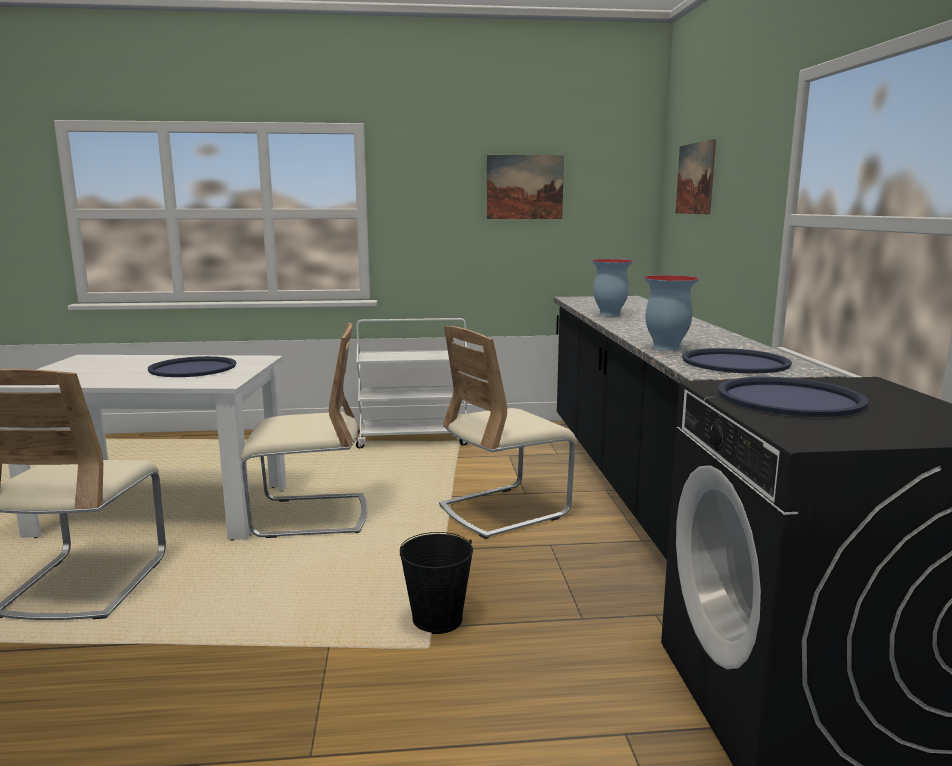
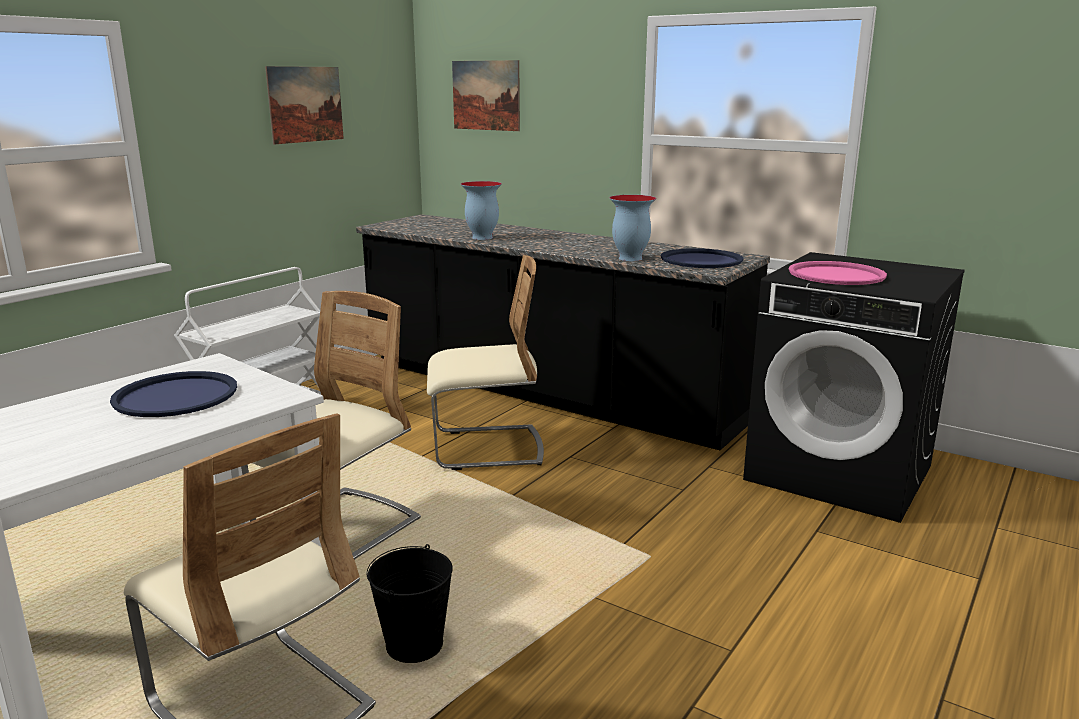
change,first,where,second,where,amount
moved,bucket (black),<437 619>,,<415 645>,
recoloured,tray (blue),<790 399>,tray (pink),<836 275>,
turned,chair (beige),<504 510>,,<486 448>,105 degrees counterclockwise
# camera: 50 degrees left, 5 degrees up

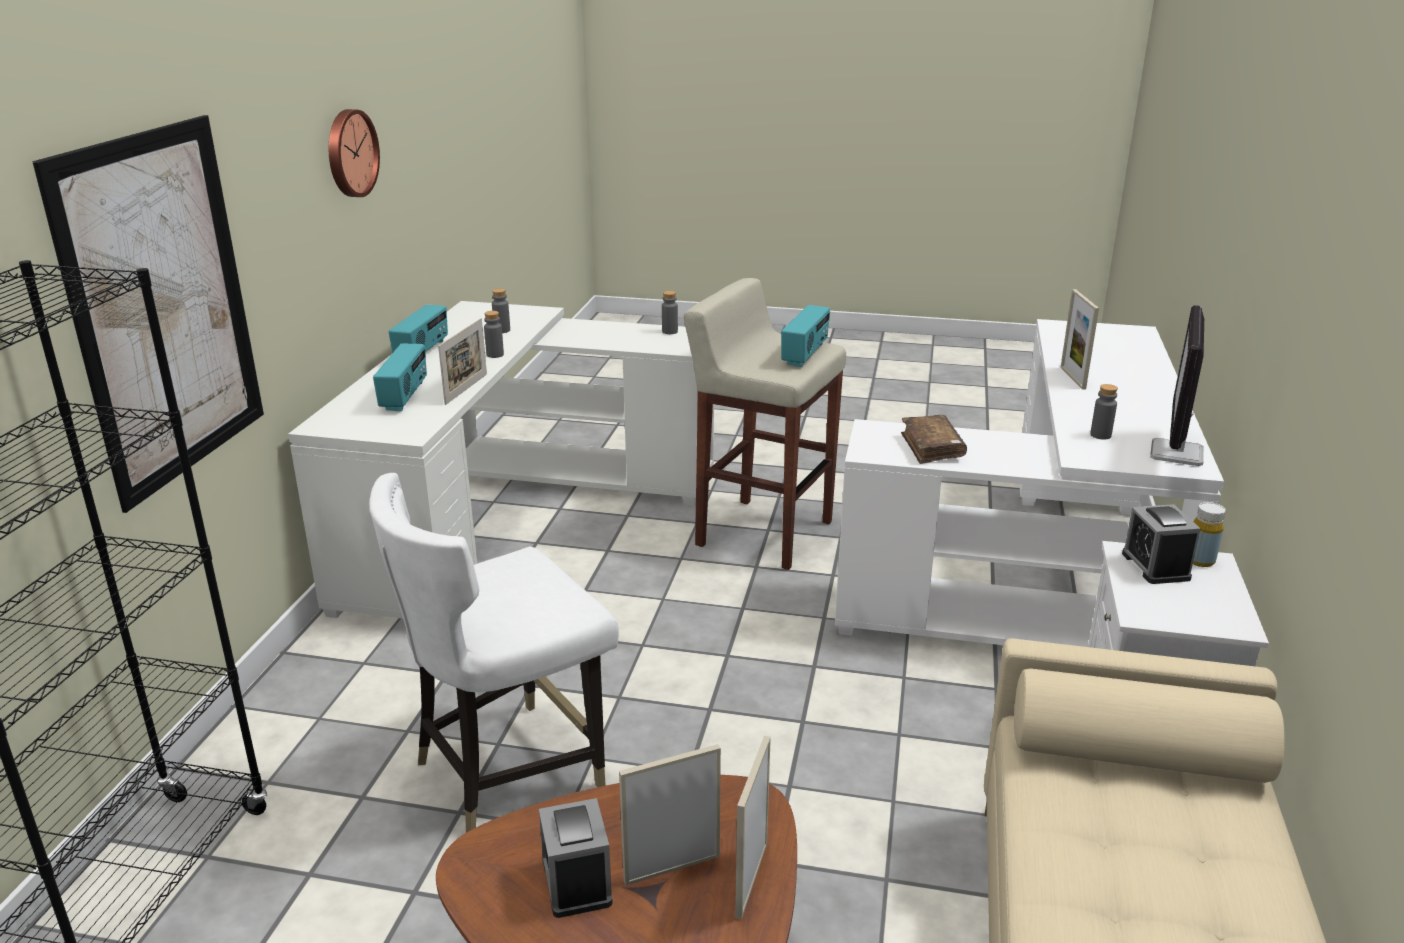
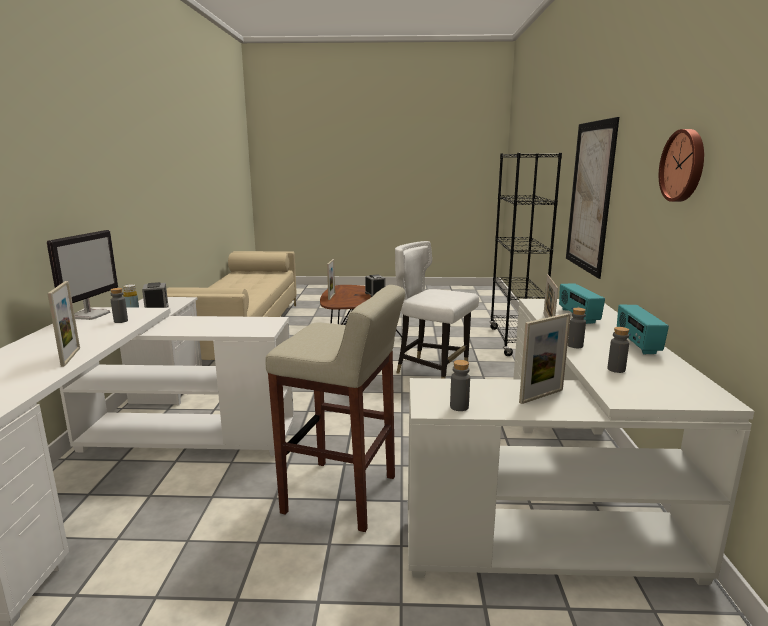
change,first,where,second,where,amount
removed,radio,<805 354>,,,
removed,book (brown),<932 447>,,,
moved,picture frame,<672 868>,,<541 396>,
turned,chair (white),<508 768>,,<432 370>,105 degrees counterclockwise
# camera: 170 degrees right, 10 degrees down

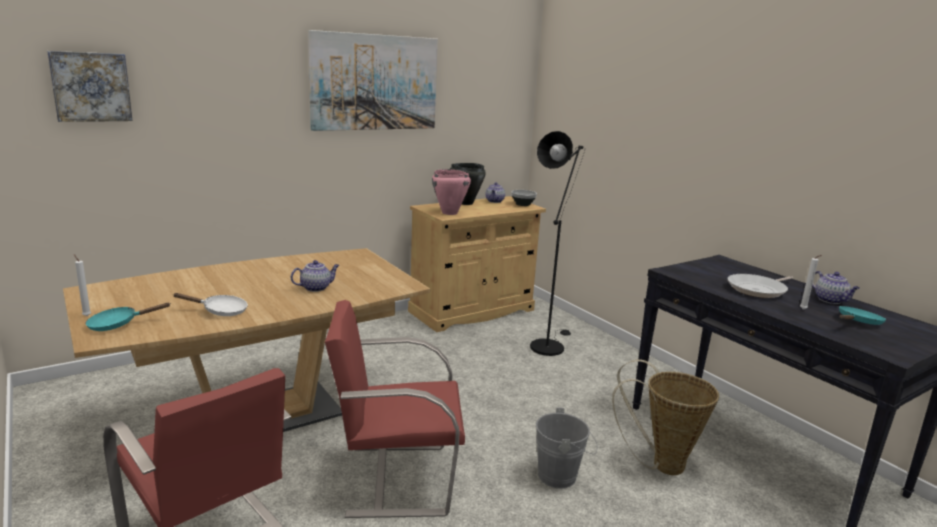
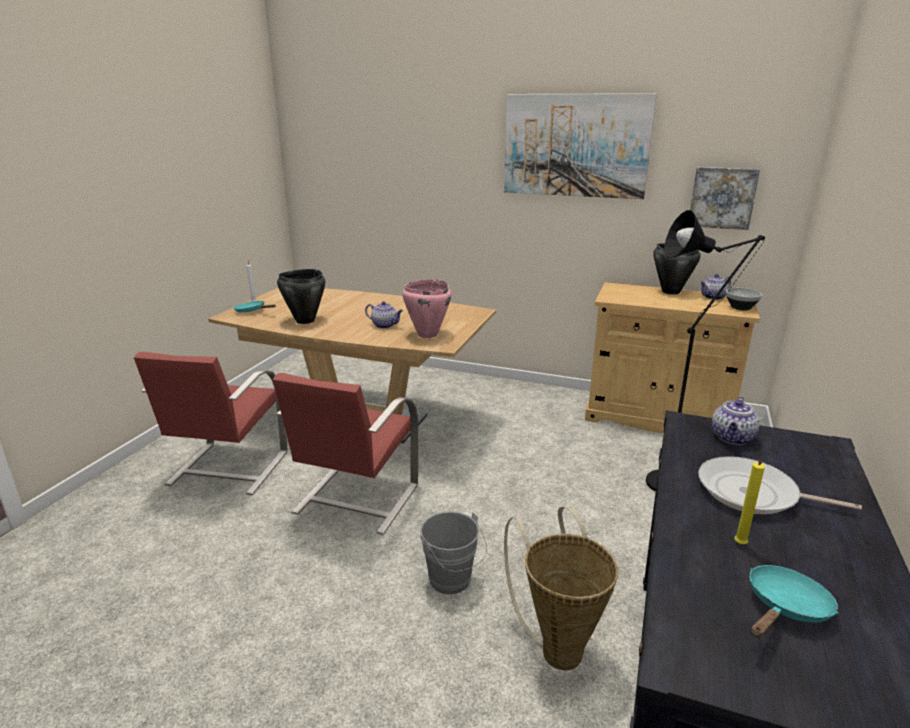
change,first,where,second,where,amount
moved,picture,<91 87>,,<722 197>,
moved,cooking pot (pink),<449 213>,,<427 335>,
moved,teapot,<831 300>,,<732 438>,
replaced,frying pan (white),<220 311>,cooking pot (black),<304 321>,
recoloured,candle (white),<803 310>,candle (yellow),<739 545>,
turned,chair (red),<395 478>,,<355 500>,120 degrees counterclockwise
turned,frying pan (turquoise),<857 322>,,<785 608>,60 degrees counterclockwise
# camera: 55 degrees right, 5 degrees up

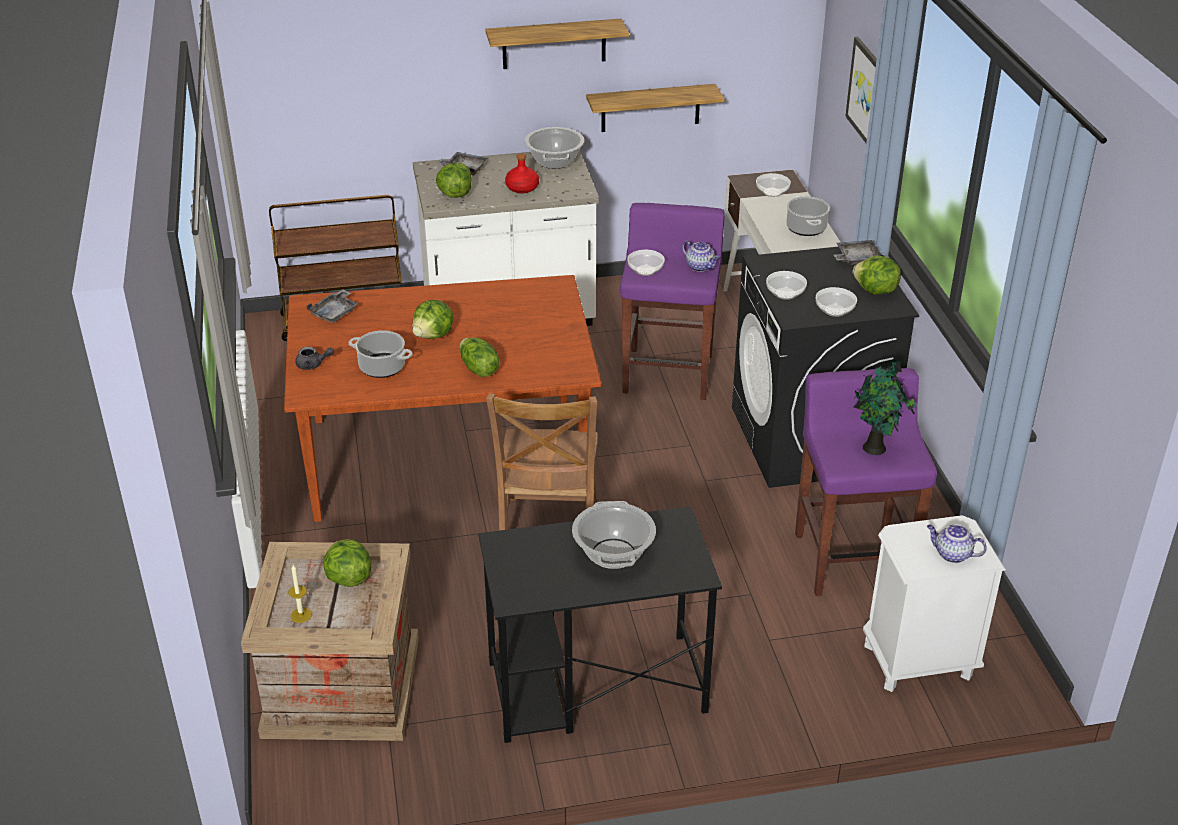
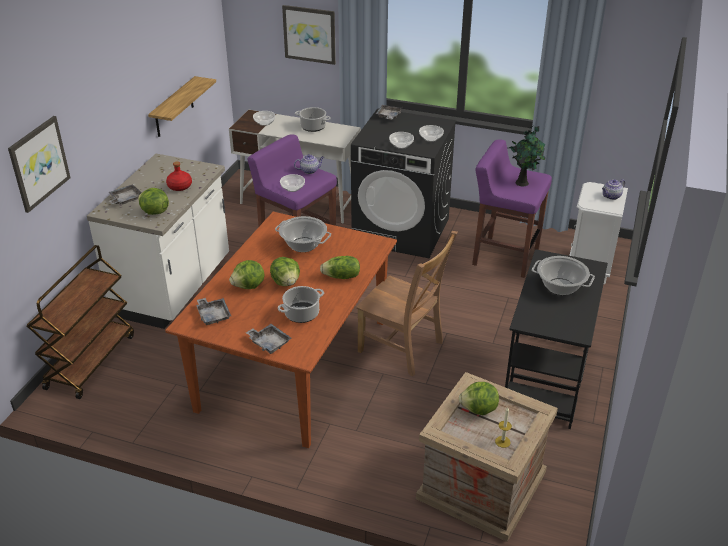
change,first,where,second,where,amount
removed,shelf,<554 44>,,,
added,,,picture,<38 163>,
moved,cooking pot,<554 161>,,<303 245>,
moved,lettuce,<875 291>,,<249 286>,
replaced,teapot (grey),<313 365>,tray (grey),<269 343>,
# camera: 60 degrees left, 0 degrees up

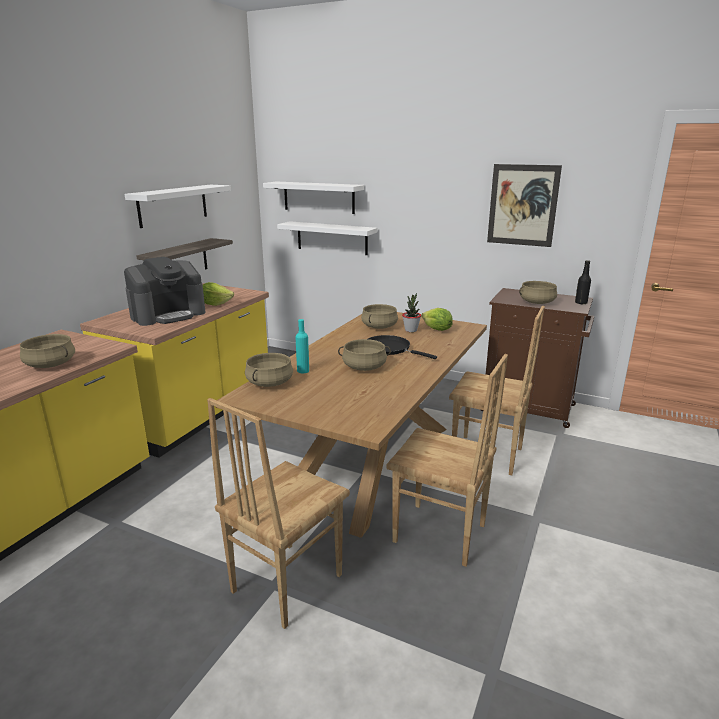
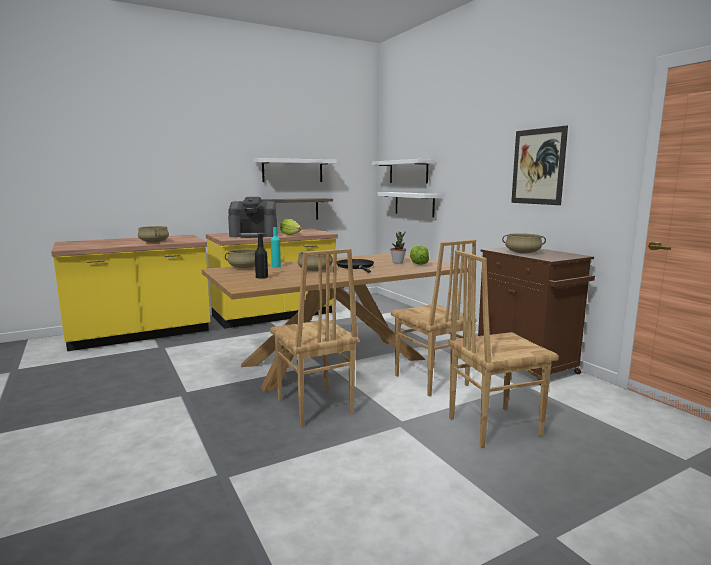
change,first,where,second,where,amount
removed,cooking pot (beige),<379 327>,,,
moved,chair (brown),<285 583>,,<492 426>,
moved,bottle (black),<581 303>,,<261 277>,
# camera: 35 degrees right, 10 degrees down

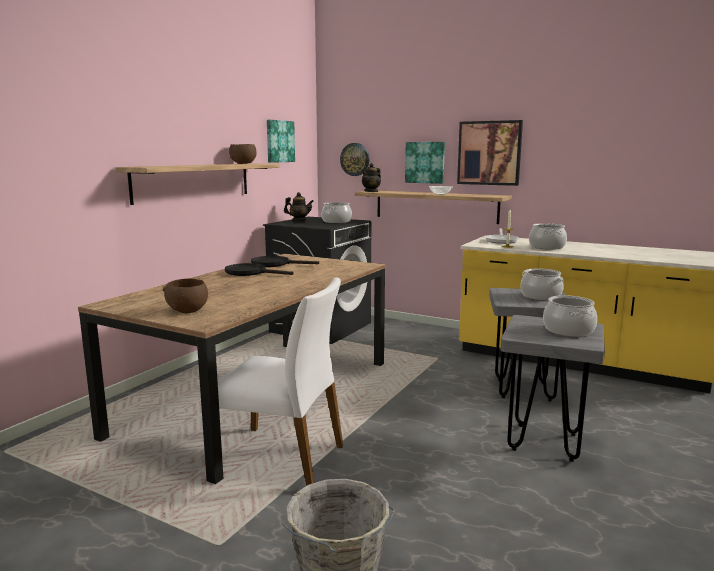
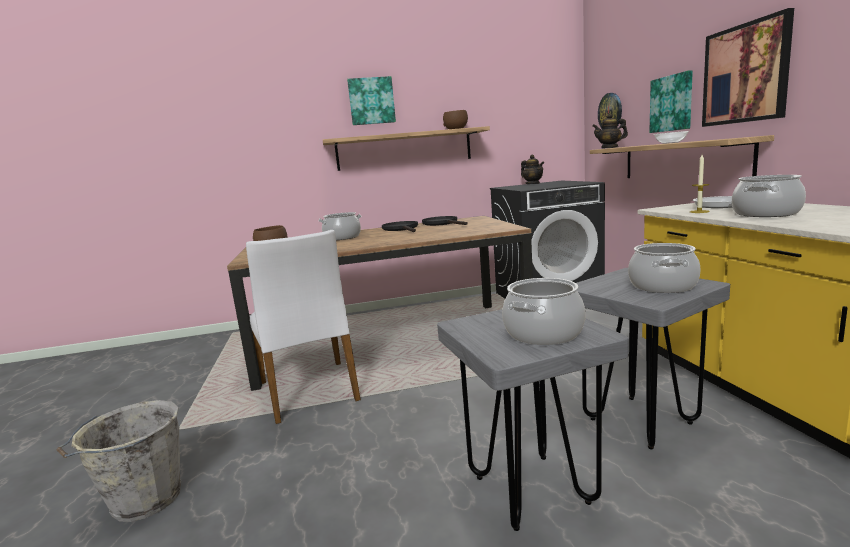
change,first,where,second,where,amount
moved,picture,<279 141>,,<371 101>,
moved,cooking pot,<336 222>,,<342 237>,
# camera: 50 degrees right, 0 degrees up

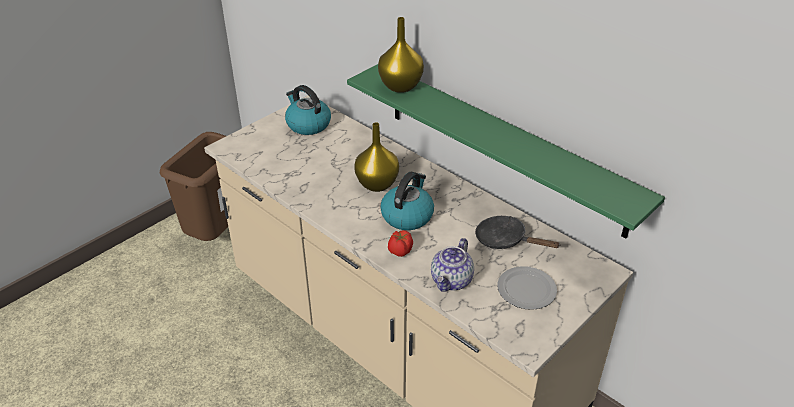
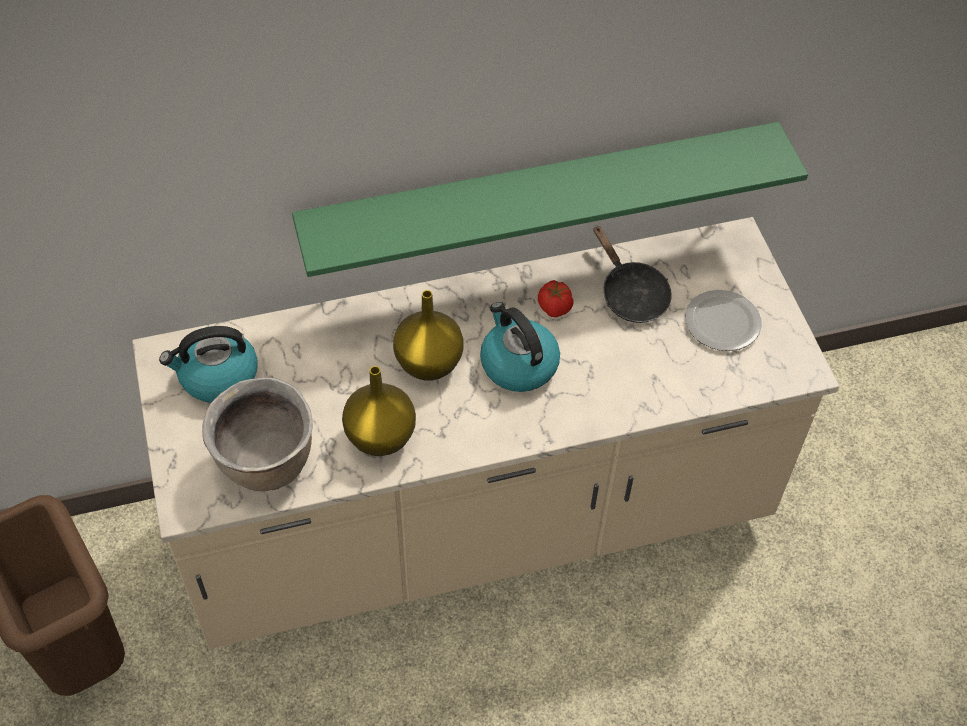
change,first,where,second,where,amount
removed,teapot,<452 281>,,,
added,,,cooking pot (brown),<267 464>,
moved,vase (yellow),<401 87>,,<382 438>,
moved,tomato,<400 251>,,<554 308>,
turned,frying pan (black),<505 240>,,<630 294>,90 degrees counterclockwise
# camera: 60 degrees left, 15 degrees up

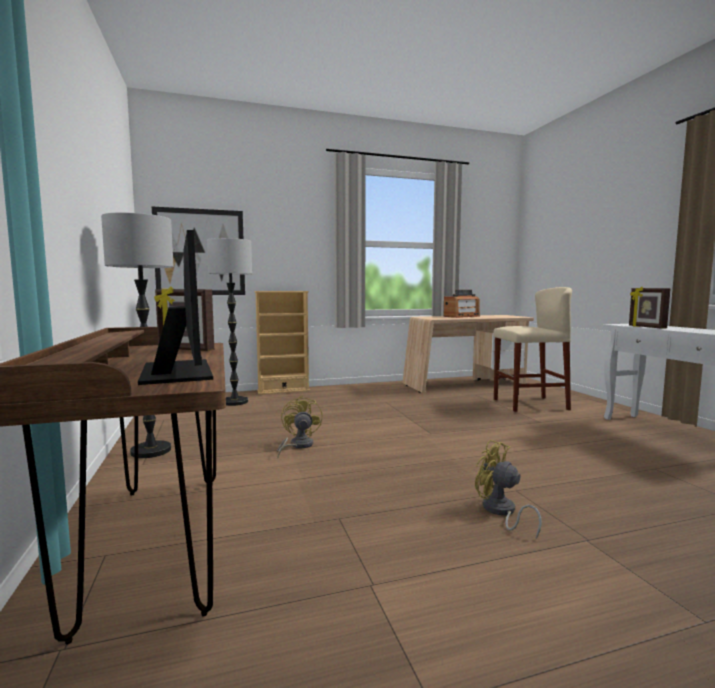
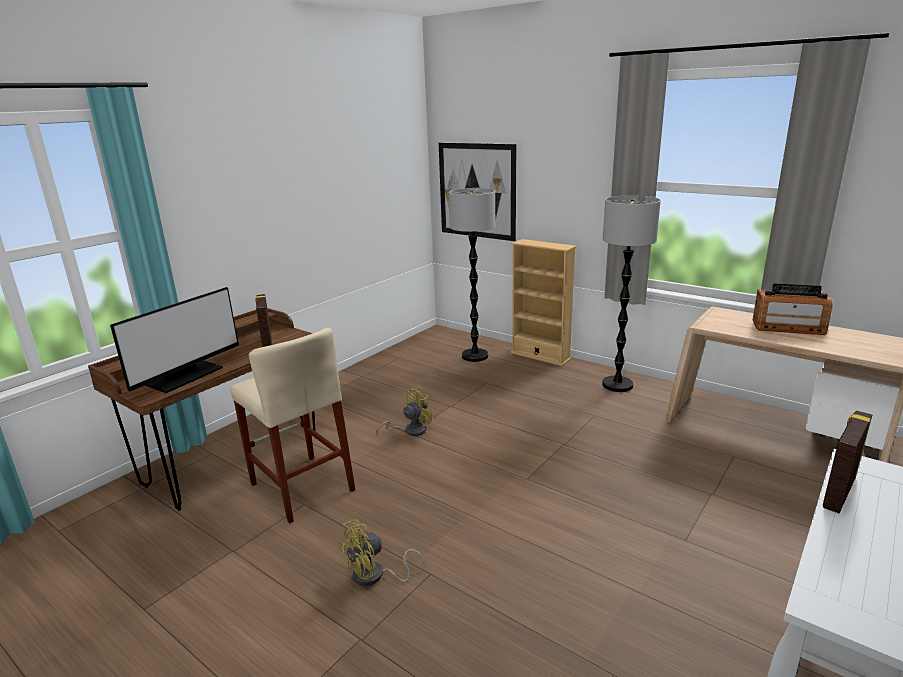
change,first,where,second,where,amount
moved,floor lamp,<151 451>,,<617 385>,
moved,stool (beige),<530 404>,,<302 487>,
turned,fan (yellow),<500 512>,,<375 576>,135 degrees counterclockwise
# camera: 55 degrees right, 15 degrees up

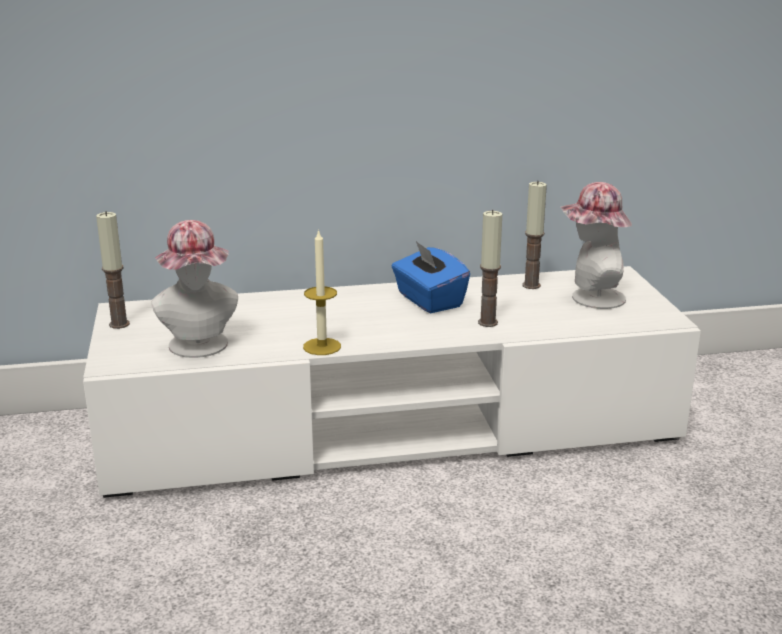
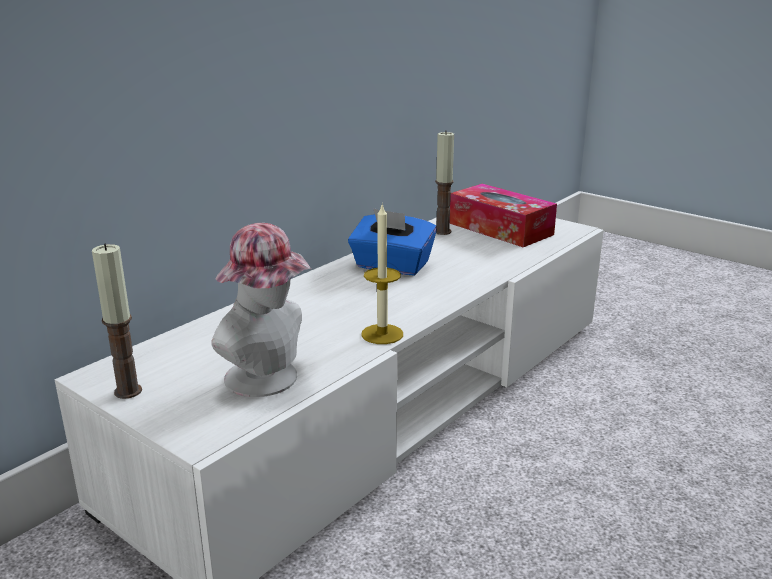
change,first,where,second,where,amount
removed,candle,<487 322>,,,
replaced,hat,<591 298>,tissue box,<500 229>,
# camera: 40 degrees left, 0 degrees up

